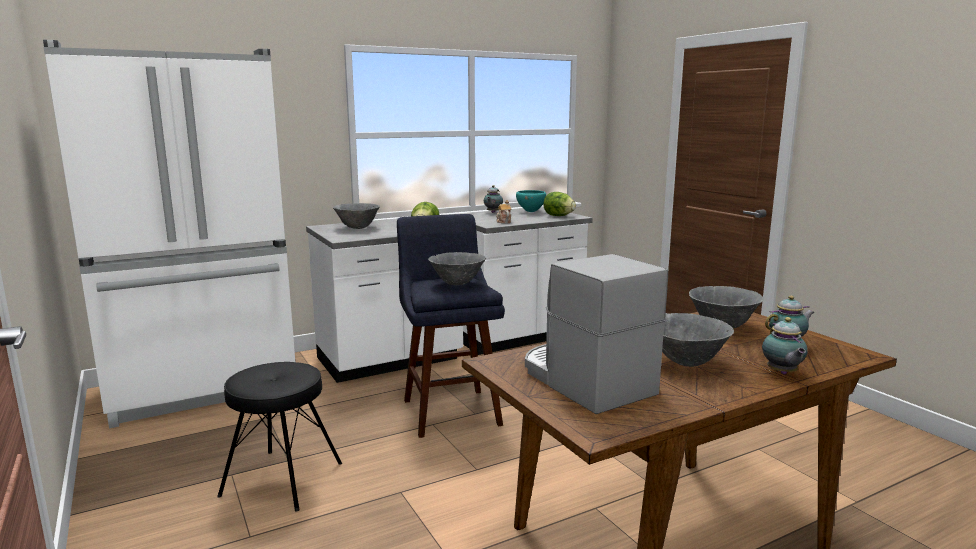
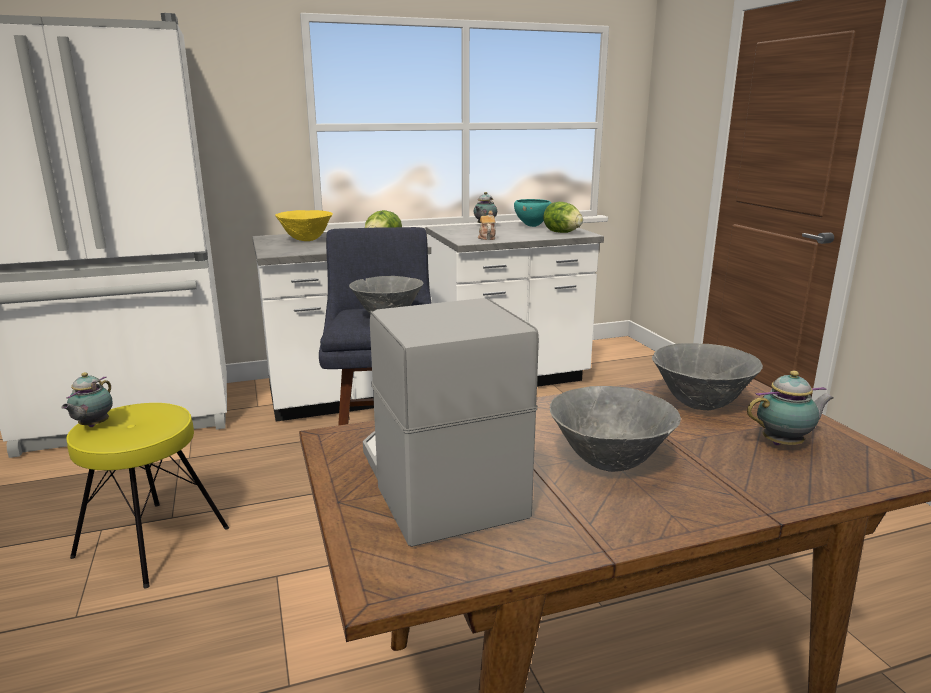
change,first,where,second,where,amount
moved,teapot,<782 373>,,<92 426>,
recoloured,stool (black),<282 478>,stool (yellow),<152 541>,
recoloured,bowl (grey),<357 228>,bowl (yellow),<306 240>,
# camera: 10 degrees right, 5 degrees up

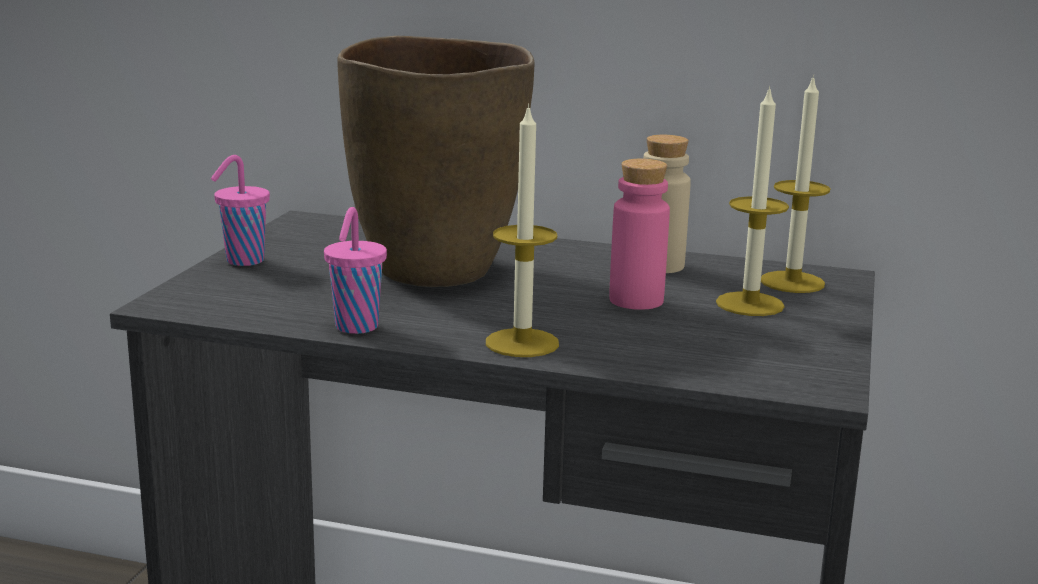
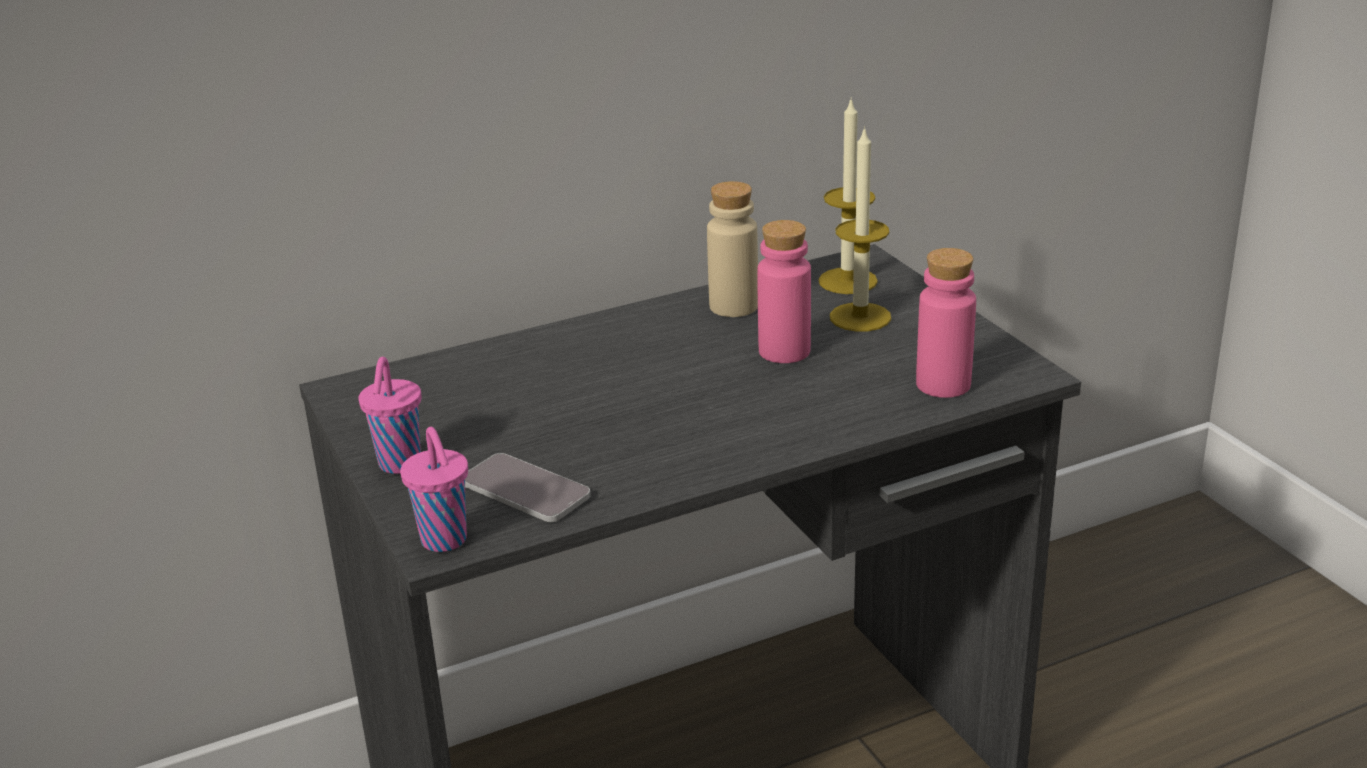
change,first,where,second,where,amount
removed,vase (brown),<436 271>,,,
removed,candle,<522 343>,,,
added,,,phone,<525 490>,
added,,,bottle (pink),<943 384>,
moved,cup (pink),<355 328>,,<445 541>,
# camera: 40 degrees left, 10 degrees up

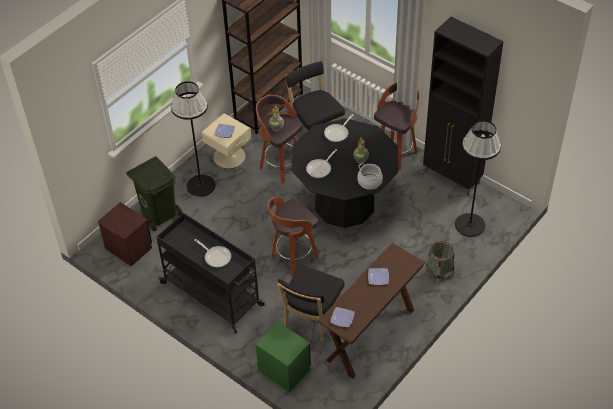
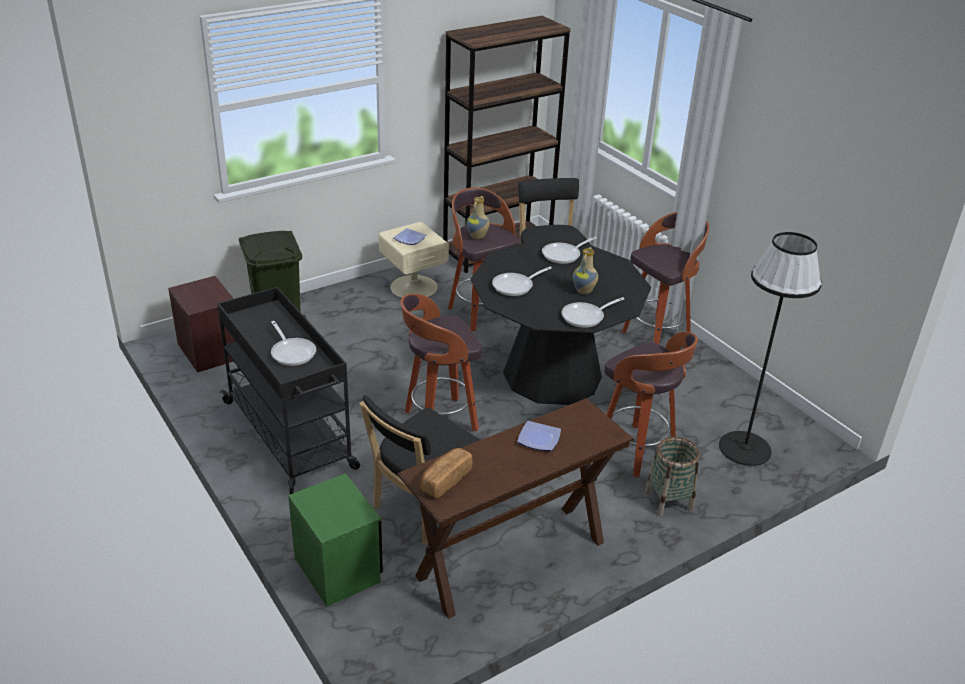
change,first,where,second,where,amount
removed,floor lamp (black),<200 185>,,,
removed,cabinet (black),<452 178>,,,
added,,,stool,<637 452>,
replaced,plate,<342 318>,bread,<445 480>,
replaced,cooking pot,<370 182>,frying pan,<586 317>,
# camera: 15 degrees right, 15 degrees down

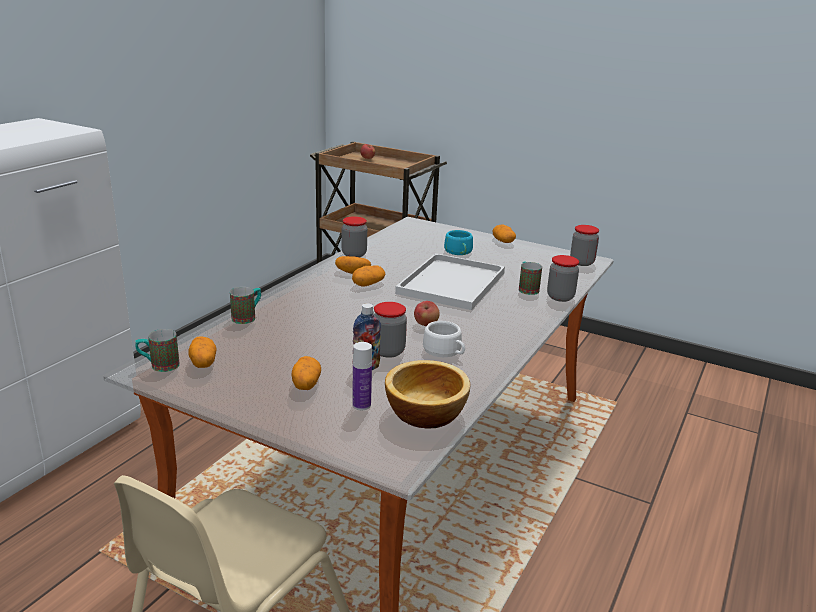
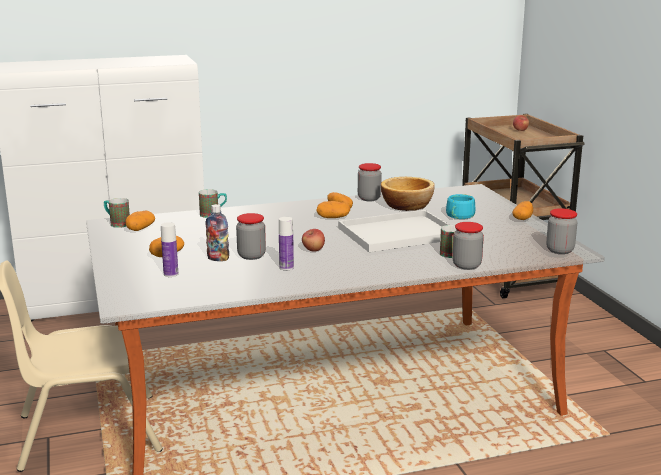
change,first,where,second,where,amount
moved,bowl,<425 412>,,<407 205>,
replaced,cup (white),<445 352>,bottle,<286 267>,
# camera: 45 degrees right, 5 degrees down

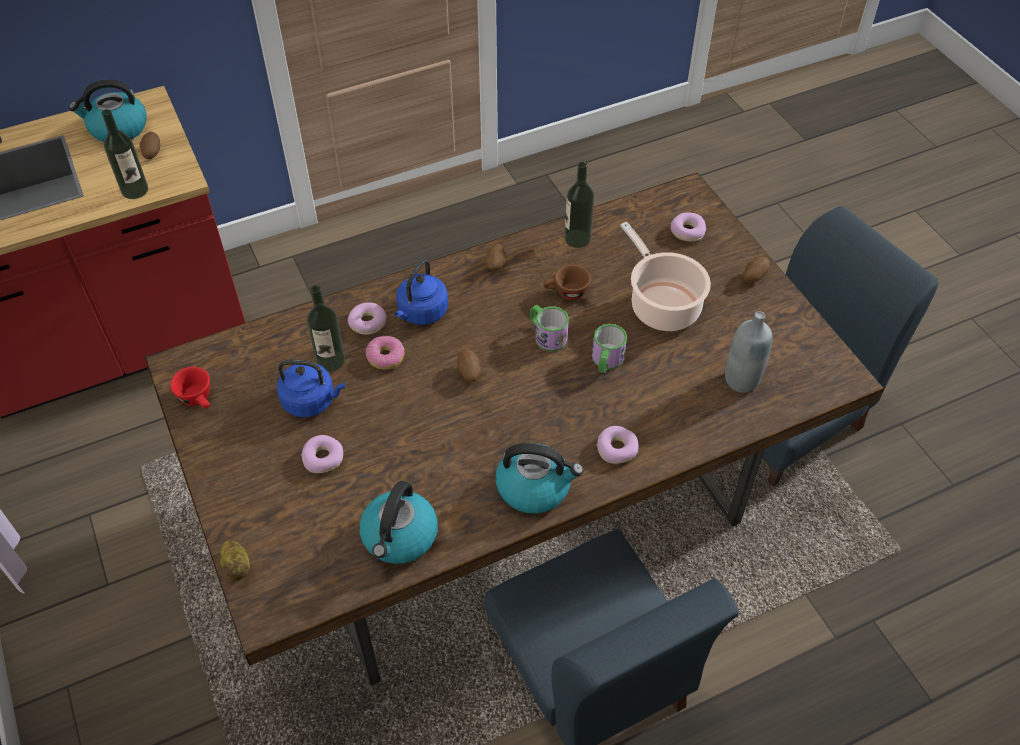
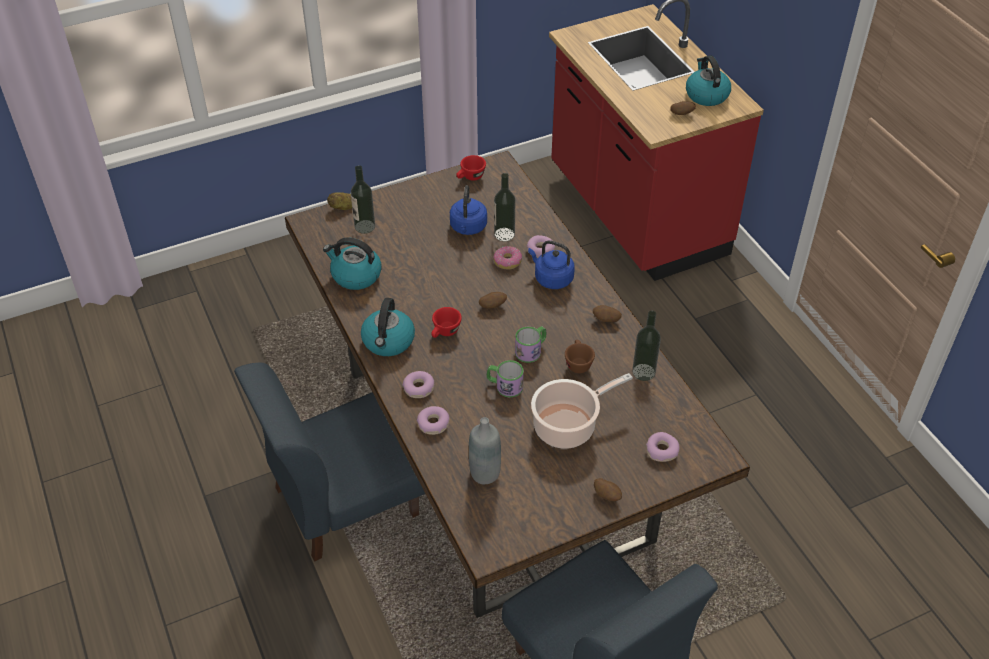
change,first,where,second,where,amount
added,,,cup (red),<445 332>,
moved,bottle,<135 190>,,<364 226>,
moved,donut,<323 458>,,<433 424>,
# camera: 90 degrees right, 5 degrees down

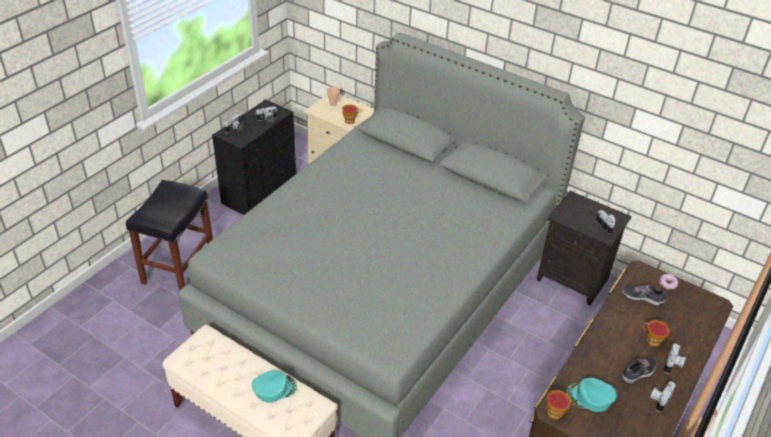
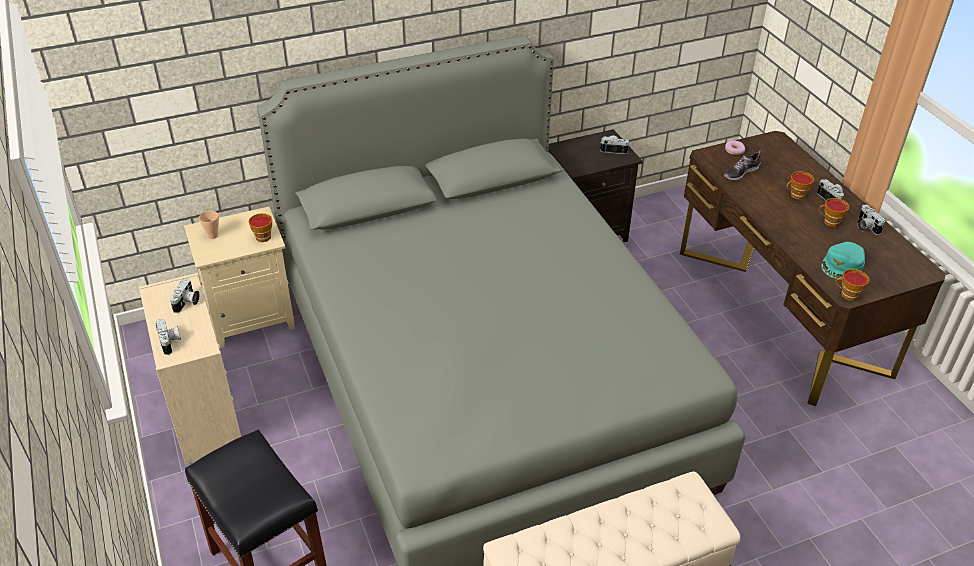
change,first,where,second,where,amount
removed,cap (turquoise),<274 388>,,,
replaced,shoe,<638 372>,cup,<829 222>,
recoloured,dresser (black),<260 190>,dresser (beige),<203 411>,
# camera: 55 degrees left, 0 degrees up

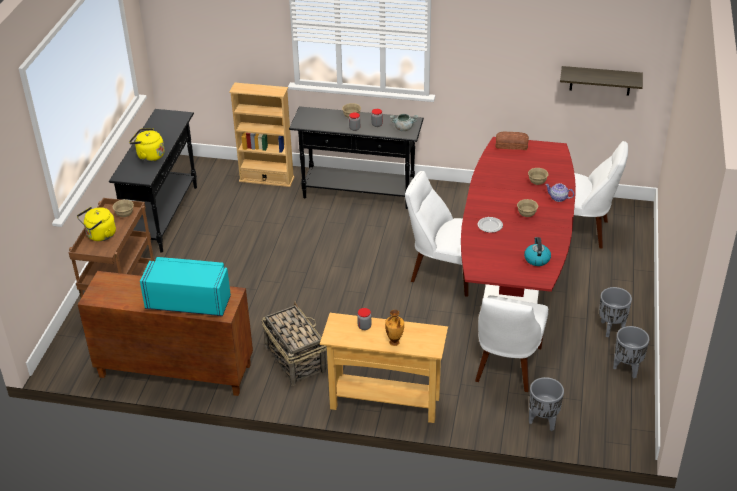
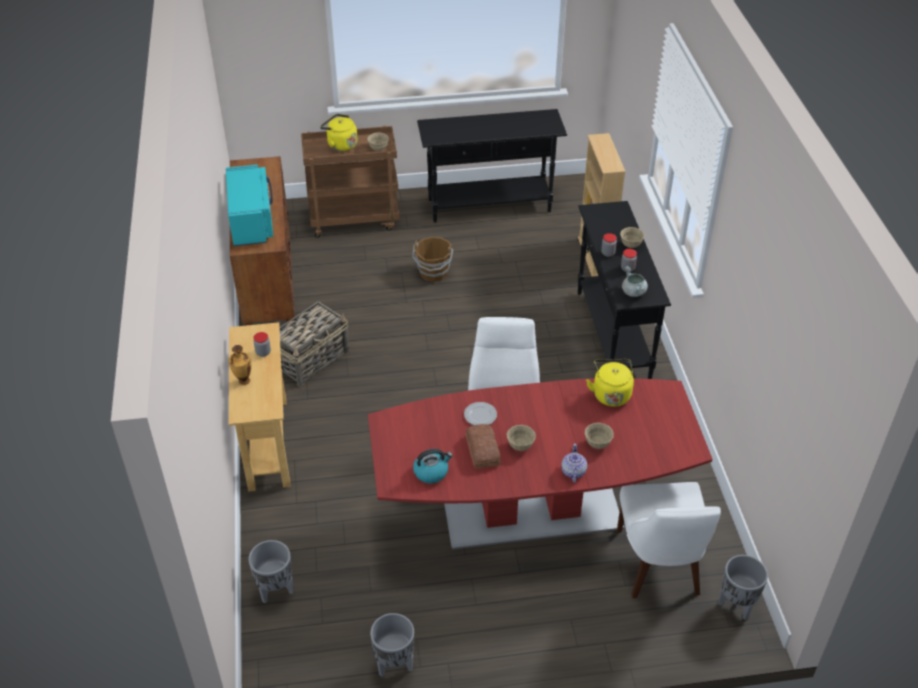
change,first,where,second,where,amount
removed,chair (white),<506 367>,,,
removed,shelf,<600 80>,,,
added,,,bucket (brown),<433 273>,
moved,kettle (yellow),<149 156>,,<610 393>,
moved,bread,<511 144>,,<483 450>,
moved,planter (grey),<611 328>,,<736 605>,
# camera: 70 degrees right, 5 degrees up

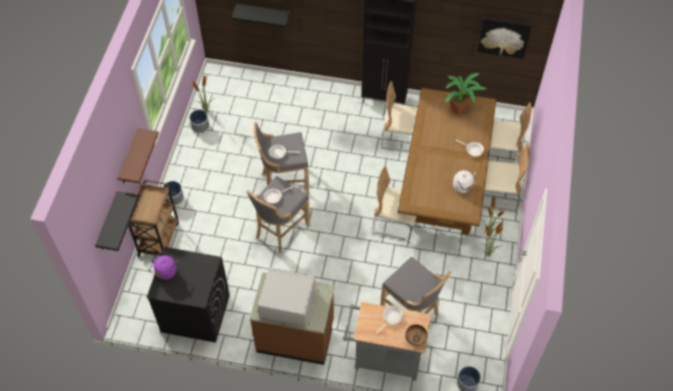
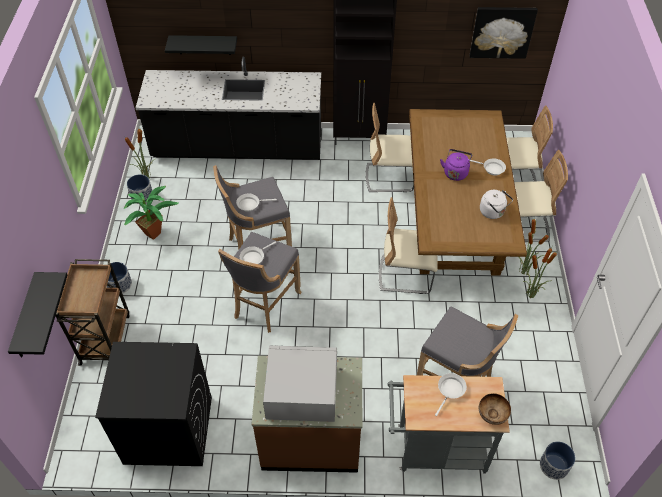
change,first,where,second,where,amount
removed,shelf (brown),<129 158>,,,
added,,,counter (black),<238 147>,
moved,kettle (purple),<167 270>,,<455 172>,
moved,potted plant,<460 109>,,<156 233>,
# camera: 10 degrees left, 5 degrees down

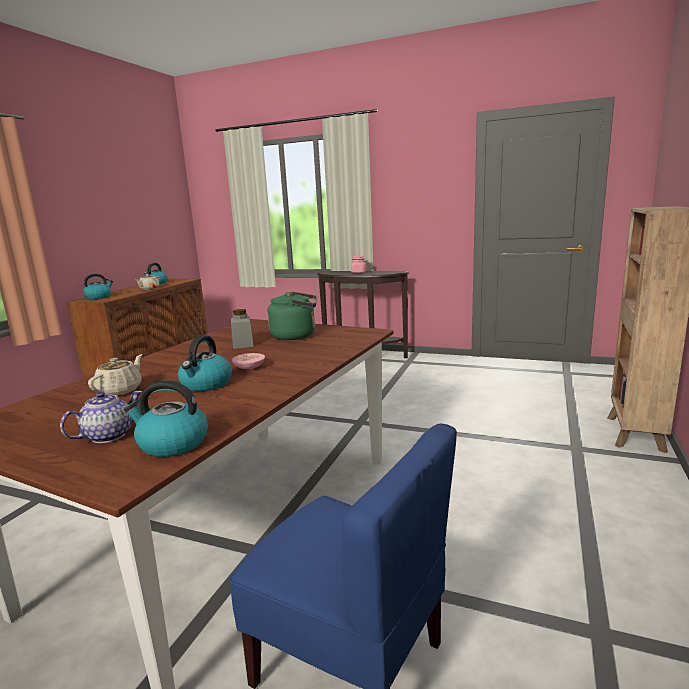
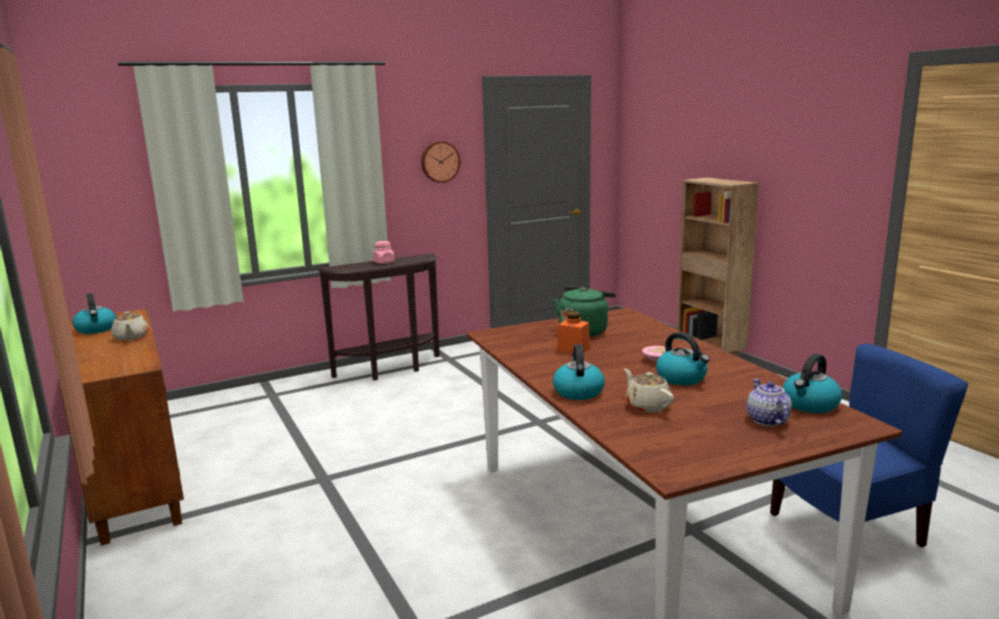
change,first,where,second,where,amount
added,,,wall clock,<439 161>,
moved,kettle,<98 297>,,<578 391>,
recoloured,jar (grey),<243 344>,jar (orange),<573 349>,
# camera: 50 degrees left, 0 degrees up

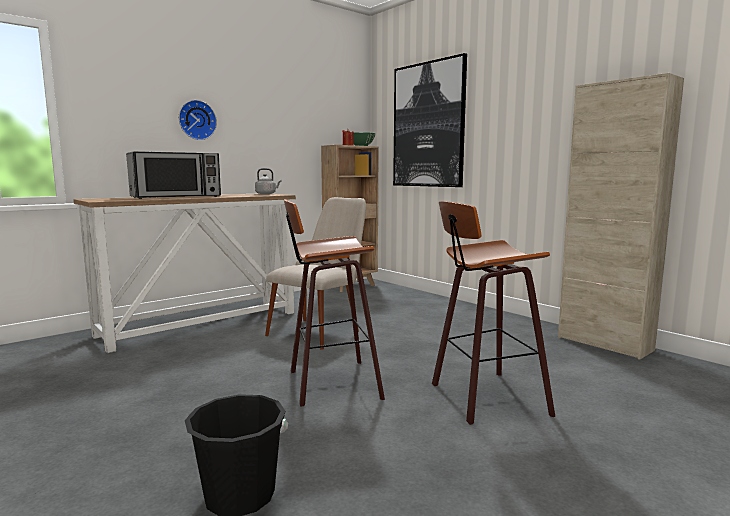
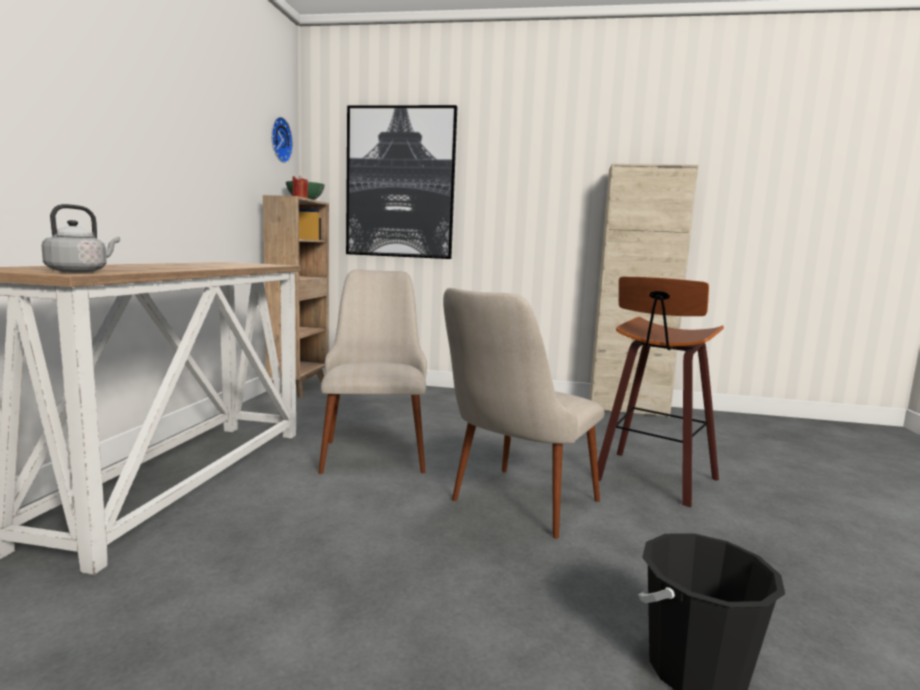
change,first,where,second,where,amount
removed,microwave,<176 197>,,,
moved,wall clock,<196 120>,,<278 140>,
moved,kettle (grey),<267 194>,,<80 271>,
replaced,stool,<330 383>,chair (beige),<513 509>,
# camera: 40 degrees left, 0 degrees up

